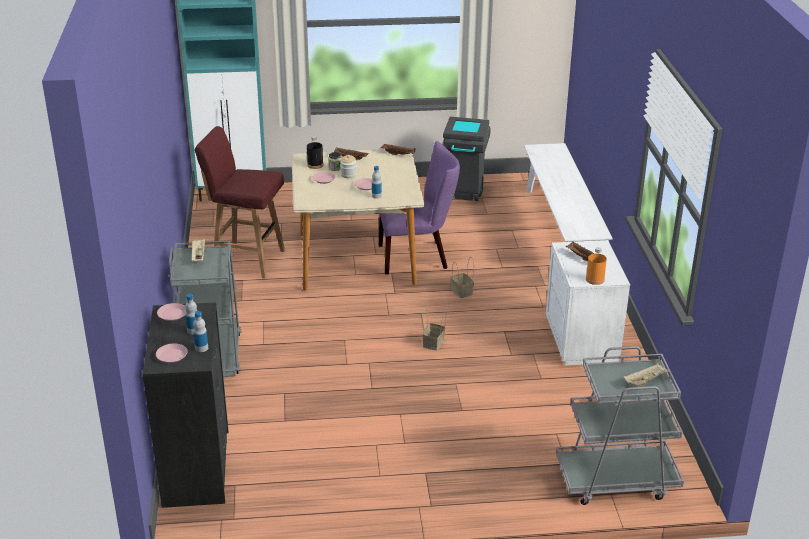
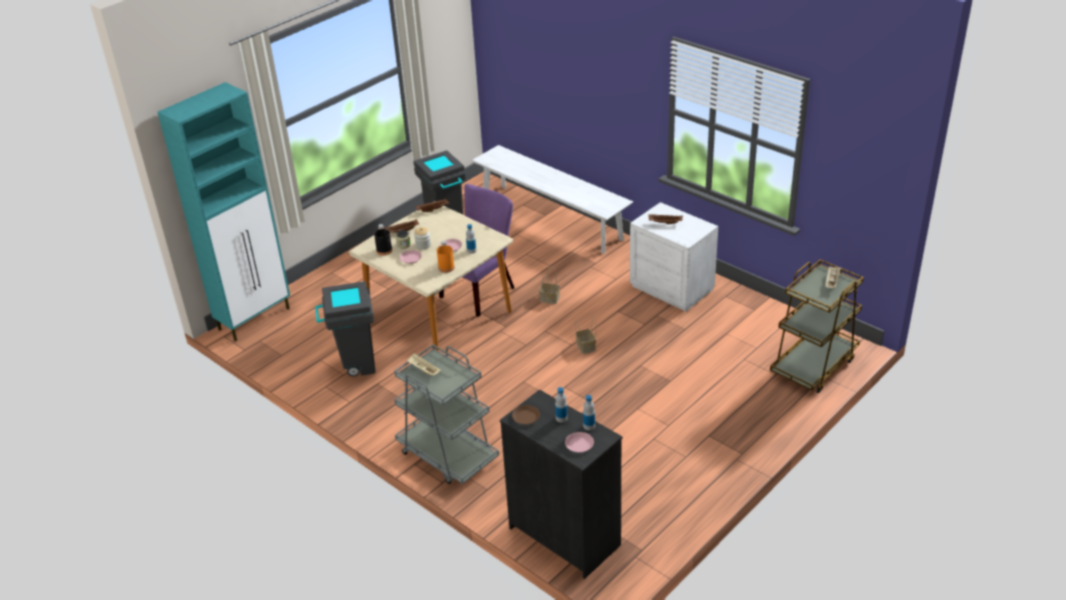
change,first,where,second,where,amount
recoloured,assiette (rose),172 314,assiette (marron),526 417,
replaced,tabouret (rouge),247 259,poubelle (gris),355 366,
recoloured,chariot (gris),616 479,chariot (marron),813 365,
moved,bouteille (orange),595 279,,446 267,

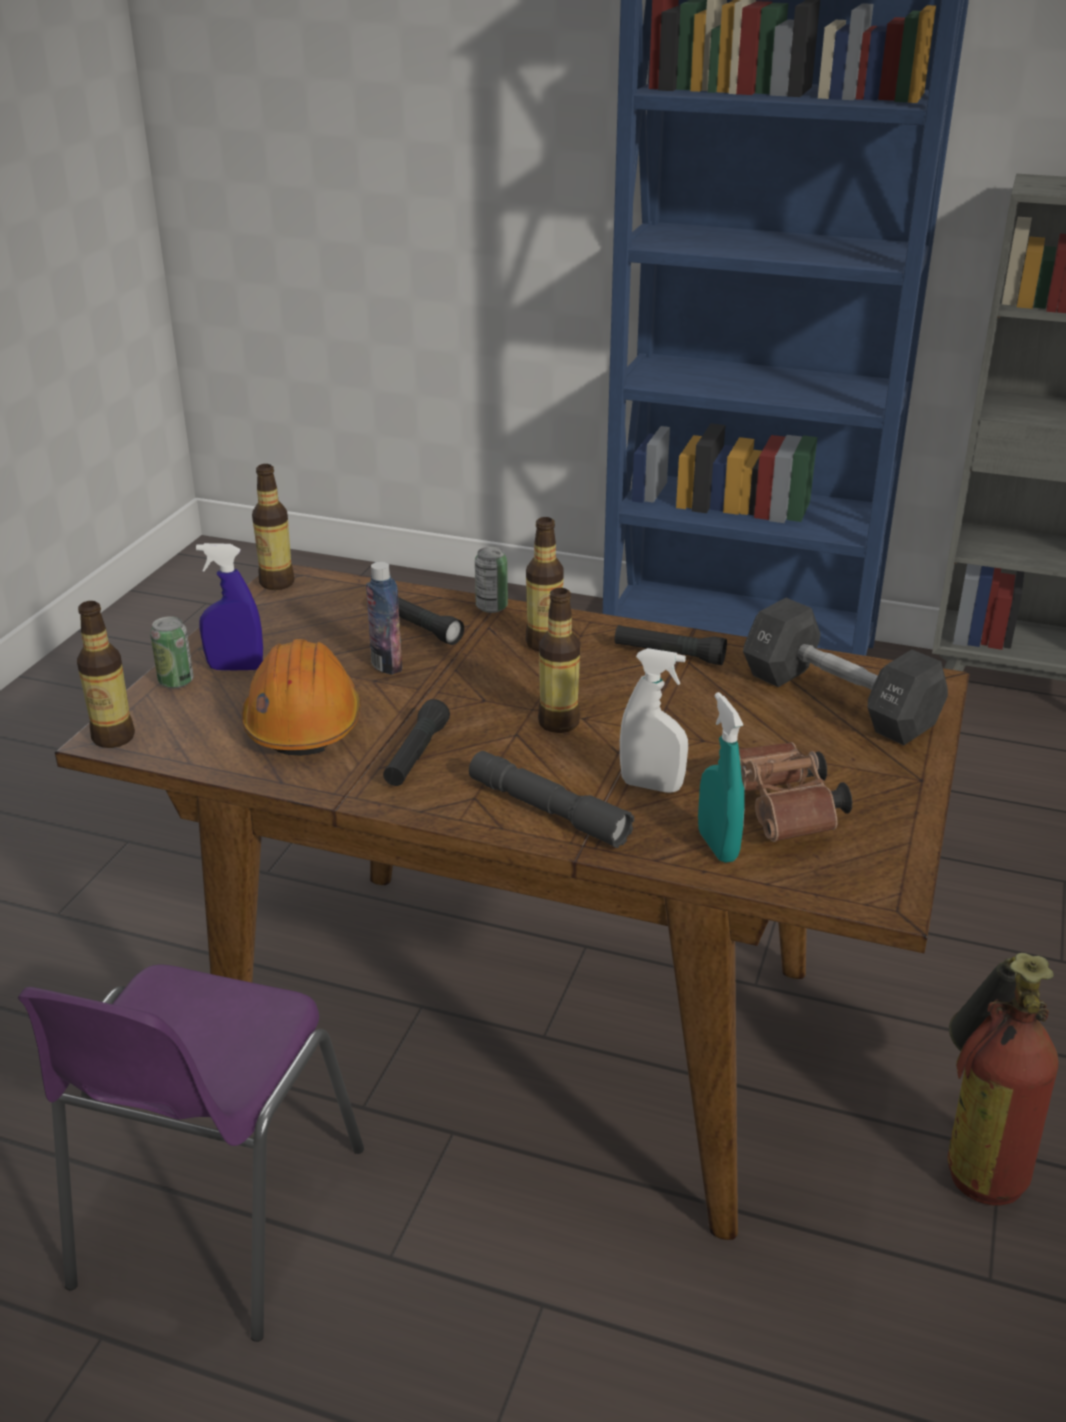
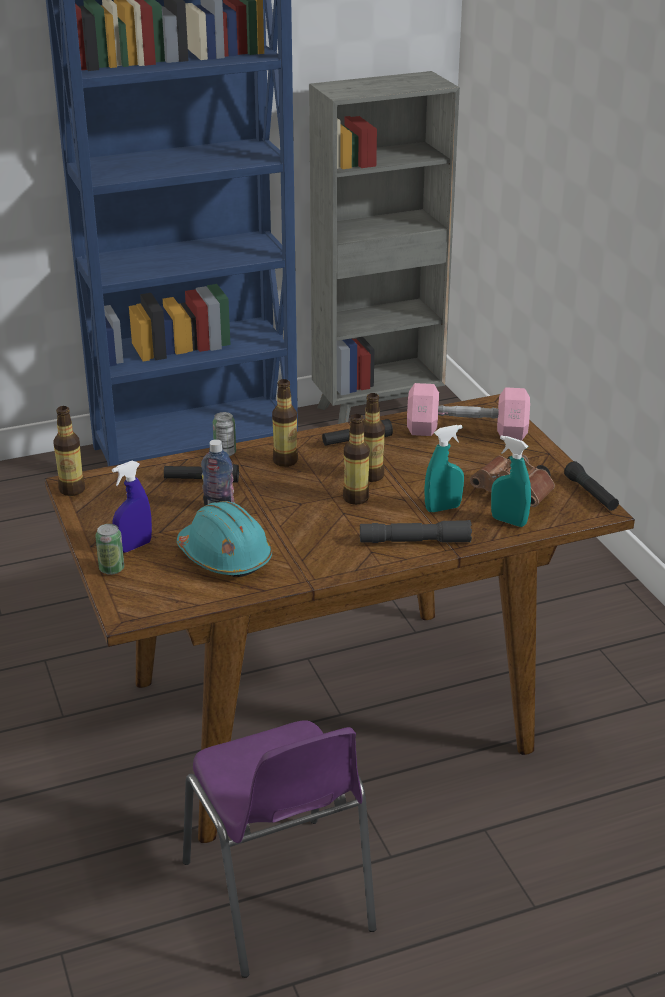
change,first,where,second,where,amount
moved,bouteille,113 737,,371 476,
recoloured,casque de chantier (orange),304 723,casque de chantier (turquoise),225 557,
moved,lampe de poche (noir),416 755,,591 494,
recoloured,vaporisateur (blanc),651 786,vaporisateur (turquoise),443 508,
recoloured,haltère (noir),838 701,haltère (rose),466 431,
removed,extincteur,977 1151,,,

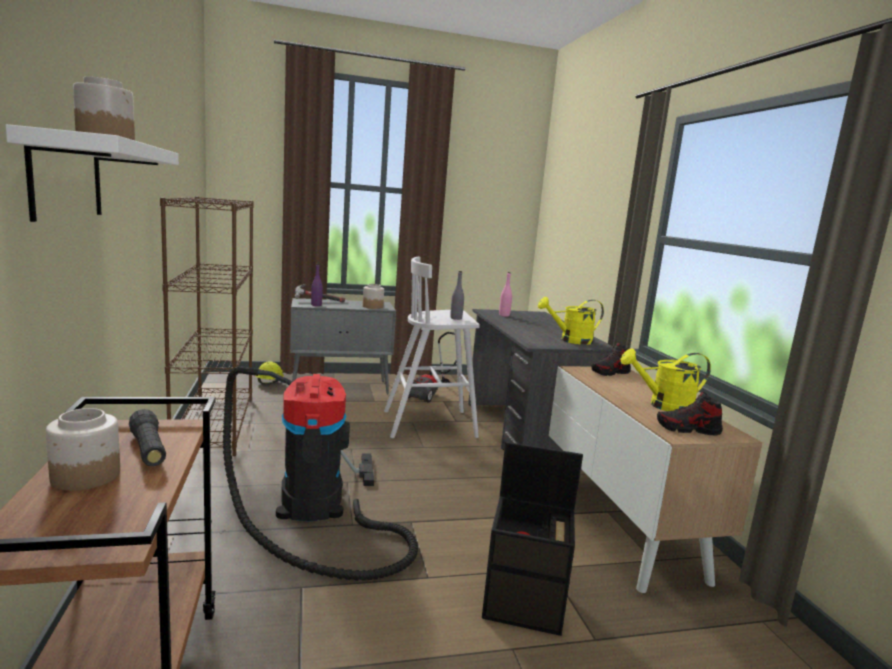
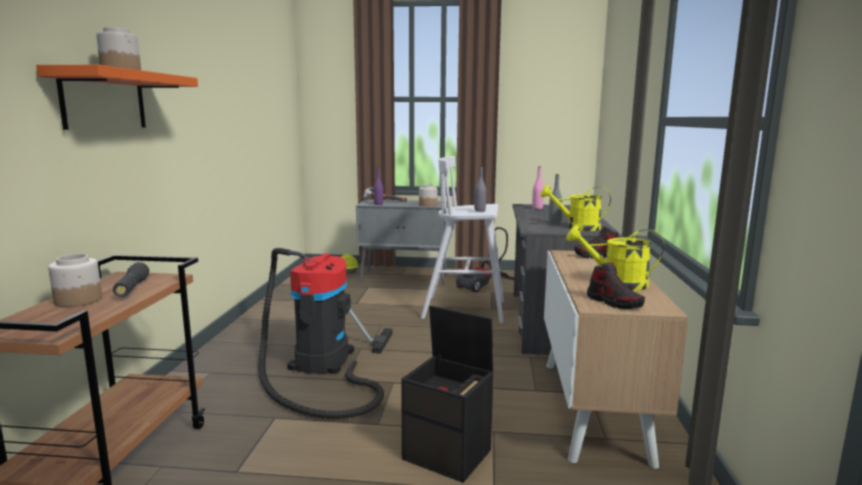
change,first,where,second,where,amount
recoloured,étagère (blanc),66 177,étagère (orange),104 100,
removed,bibliothèque (marron),214 424,,,
turned,chaussure,688 429,,614 302,150 degrees counterclockwise
added,,,bouteille (gris),554 223,

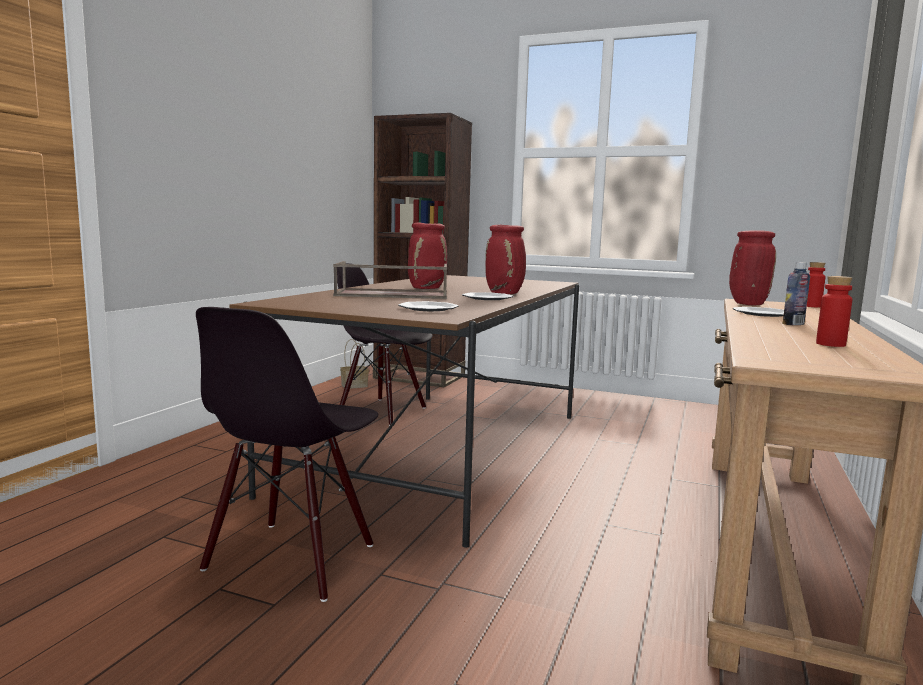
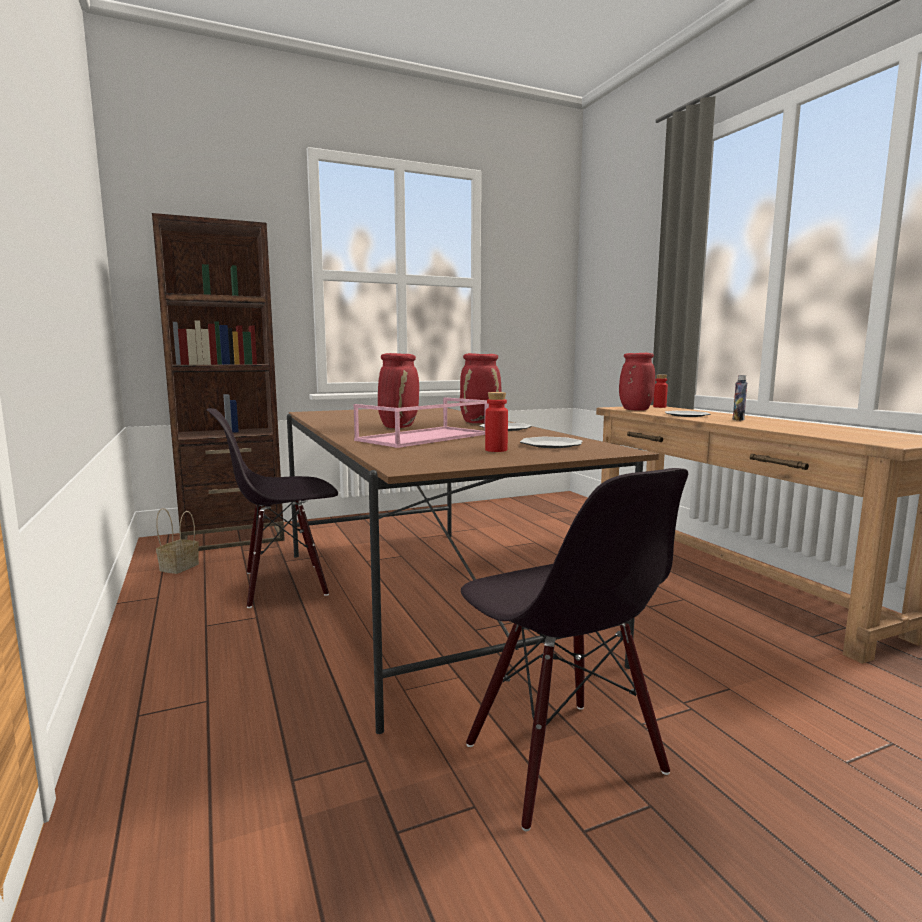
change,first,where,second,where,amount
recoloured,plateau (marron),391 294,plateau (rose),424 437,
moved,bouteille (rouge),830 344,,496 450,

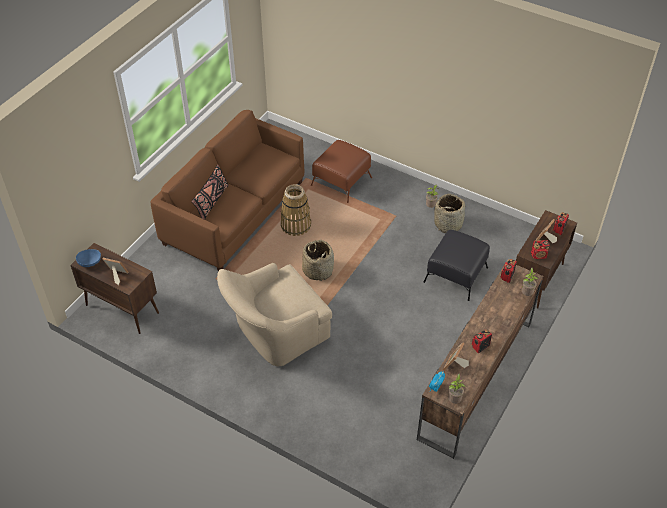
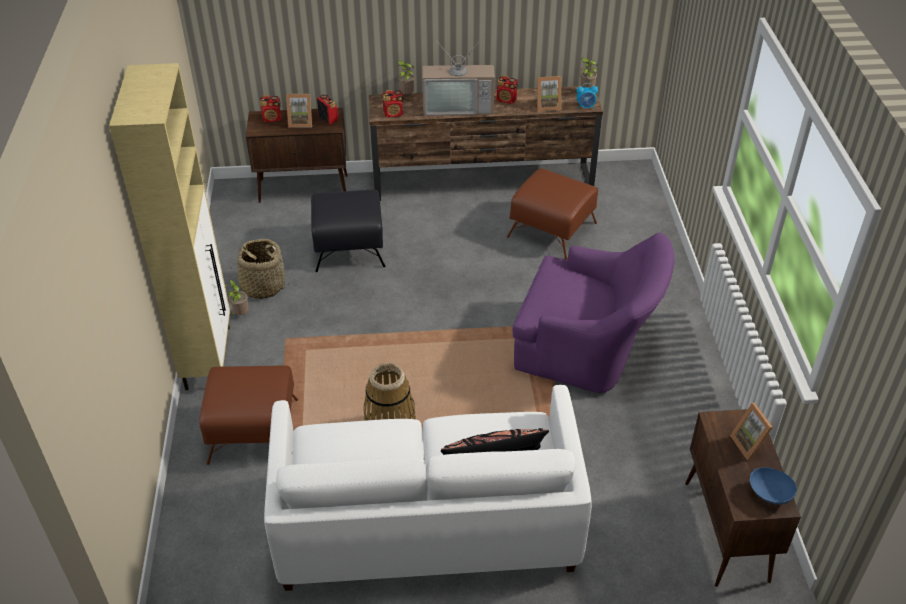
change,first,where,second,where,amount
recoloured,canapé (marron),234 212,canapé (blanc),426 522,
recoloured,fauteuil (beige),275 333,fauteuil (violet),588 349,
removed,panier,318 270,,,
added,,,meuble de rangement (beige),208 356,
added,,,téléviseur,458 106,
added,,,pouf (marron),552 230,

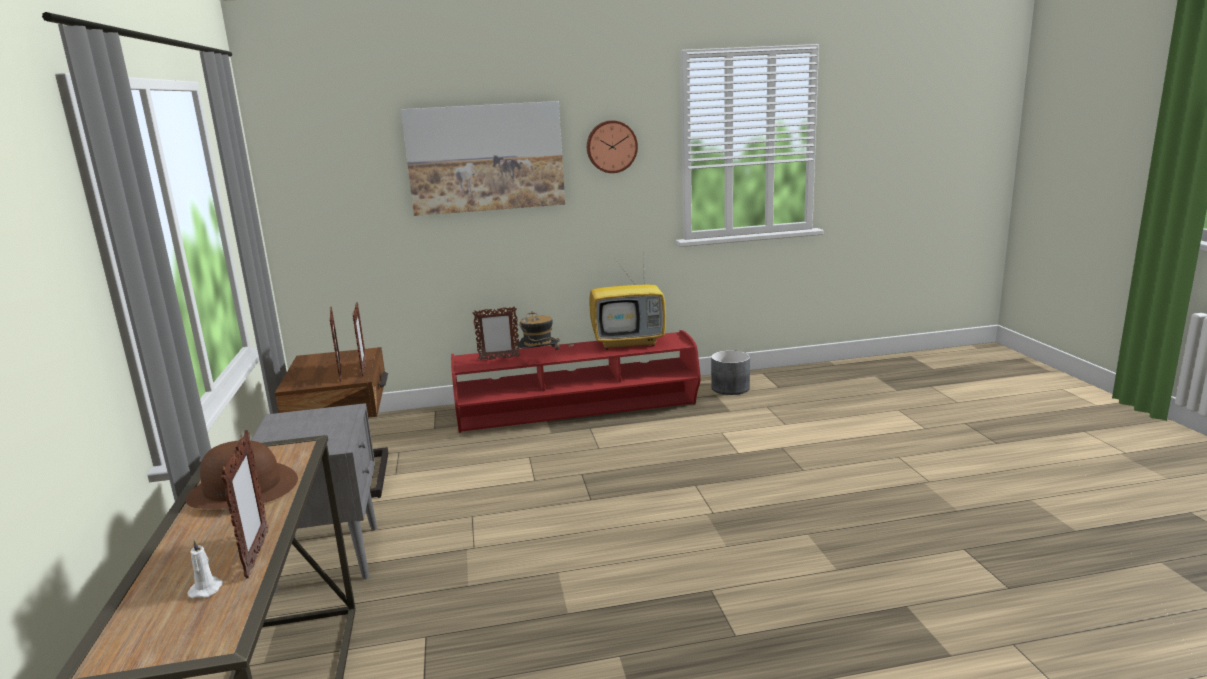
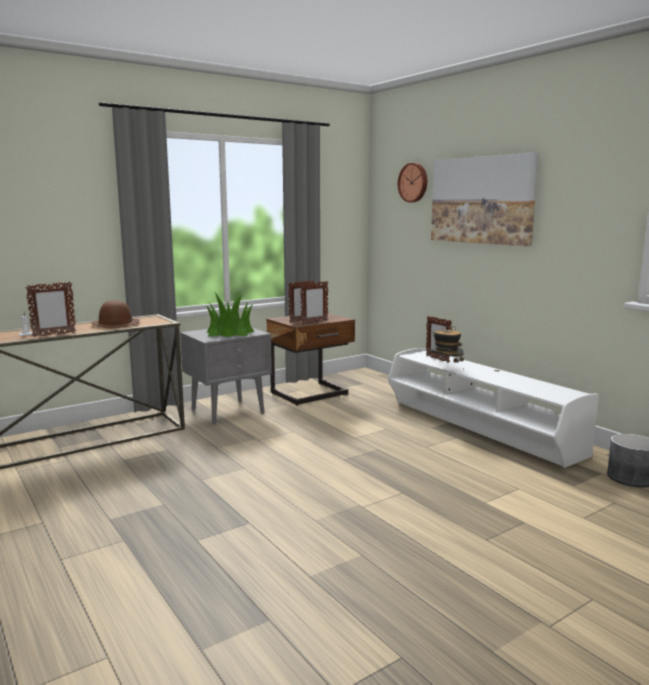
change,first,where,second,where,amount
recoloured,meuble télé (rouge),578 412,meuble télé (blanc),478 428,
moved,horloge murale,611 146,,413 182,
removed,téléviseur,629 342,,,
added,,,plante en pot,229 332,

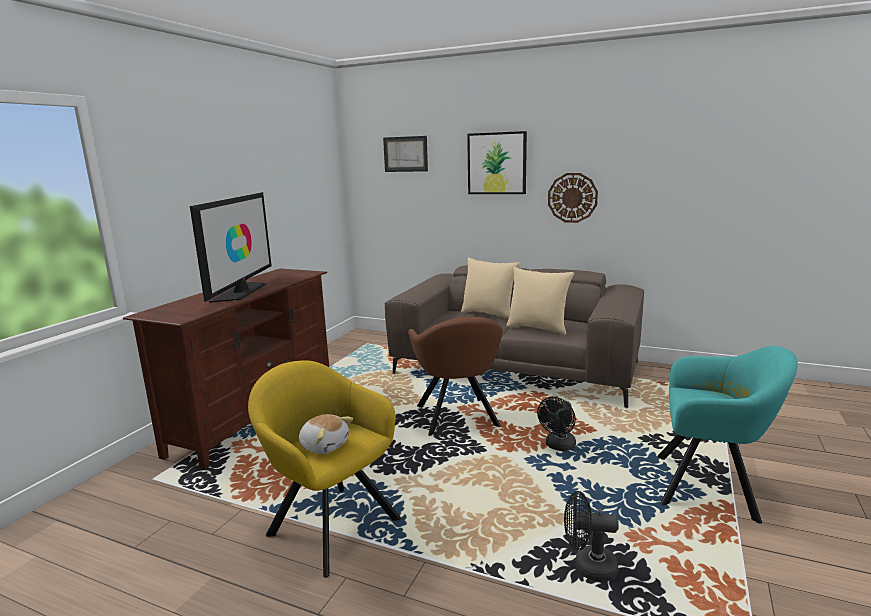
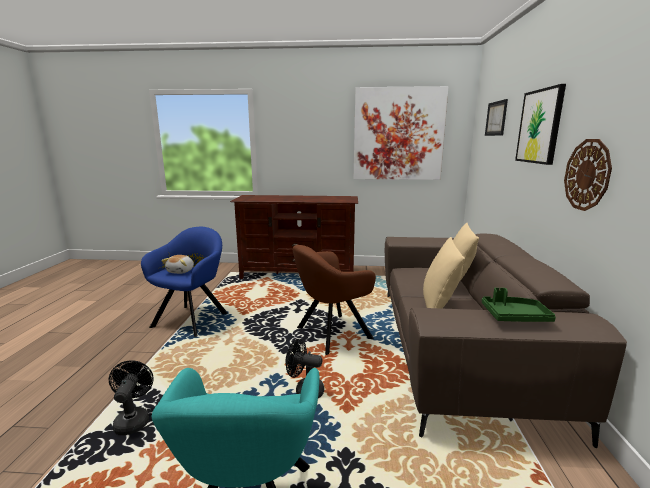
change,first,where,second,where,amount
removed,téléviseur,241 291,,,
recoloured,fauteuil (jaune),330 523,fauteuil (bleu),193 318,
added,,,tableau,398 134,
added,,,plateau (vert),514 316,

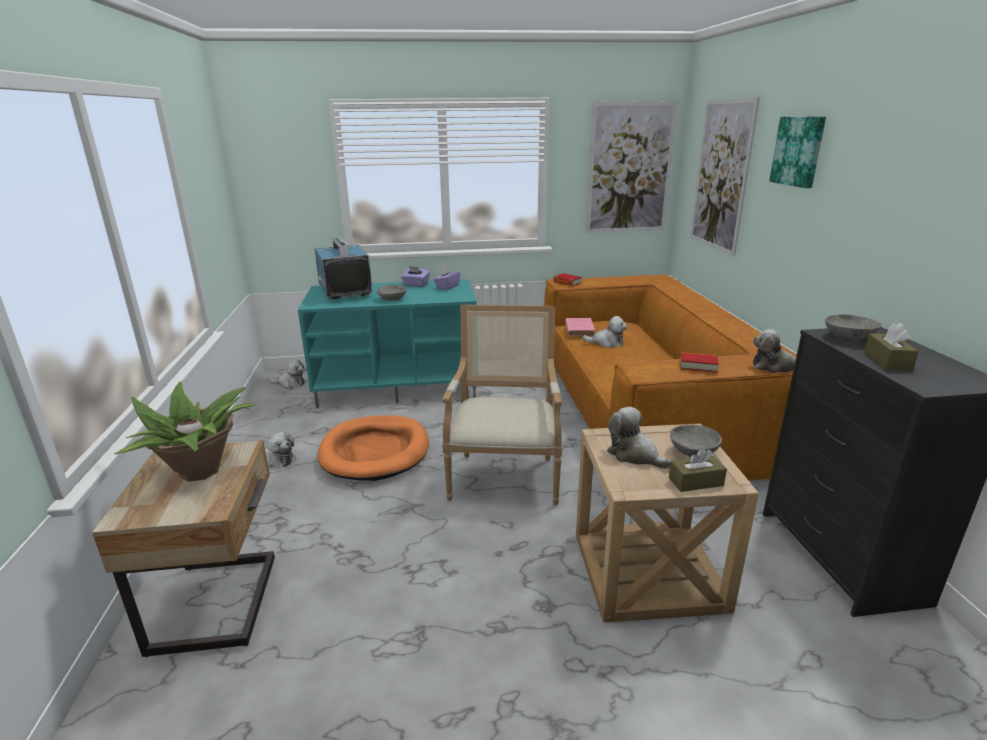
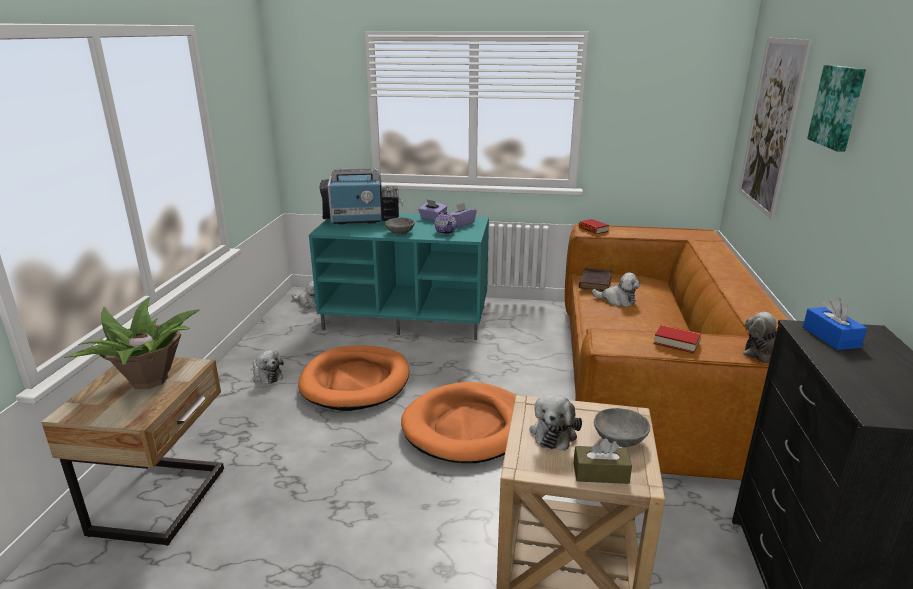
change,first,where,second,where,amount
turned,téléviseur,345 291,,362 219,90 degrees clockwise
replaced,fauteuil,505 475,panier pour chien (orange),468 427,
recoloured,livre (rose),579 329,livre (marron),595 282,
removed,tableau,629 168,,,
turned,peluche,635 455,,554 432,135 degrees counterclockwise
replaced,bol (gris),849 338,boîte à mouchoirs (bleu),831 337,
removed,boîte à mouchoirs (marron),887 360,,,
added,,,théière,445 232,

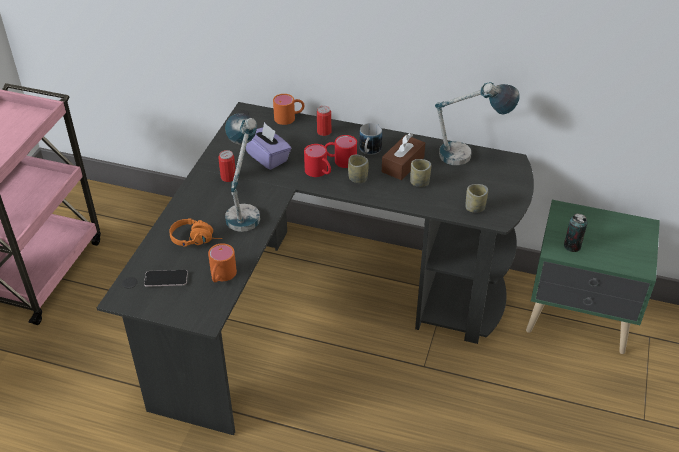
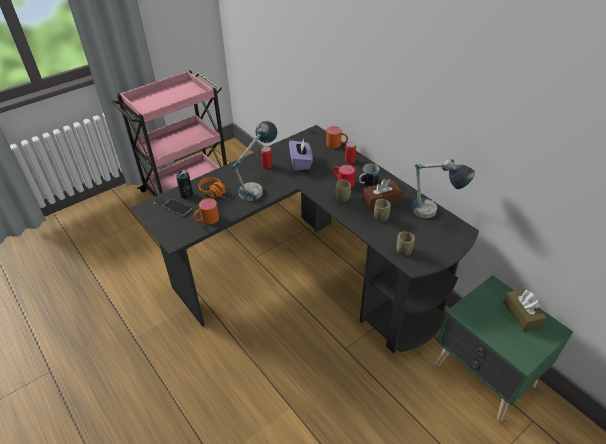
change,first,where,second,where,amount
removed,mug (rouge),319 172,,,
moved,boîte métallique,572 246,,186 195,
added,,,boîte à mouchoirs (marron),521 314,

